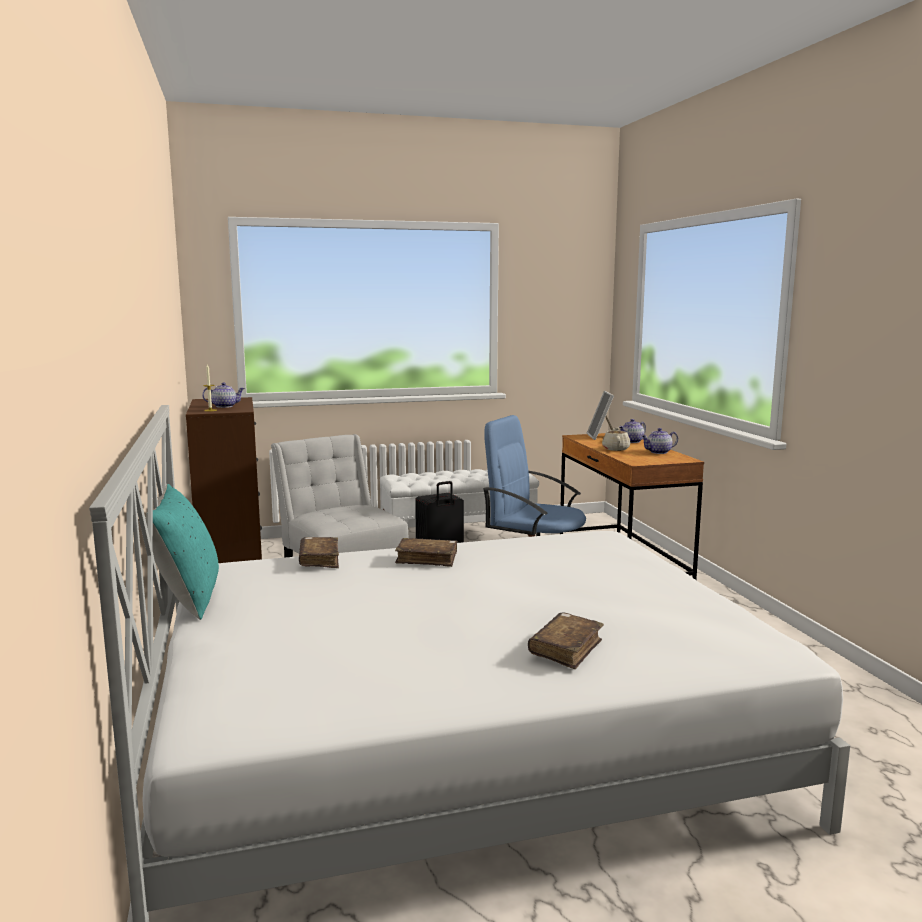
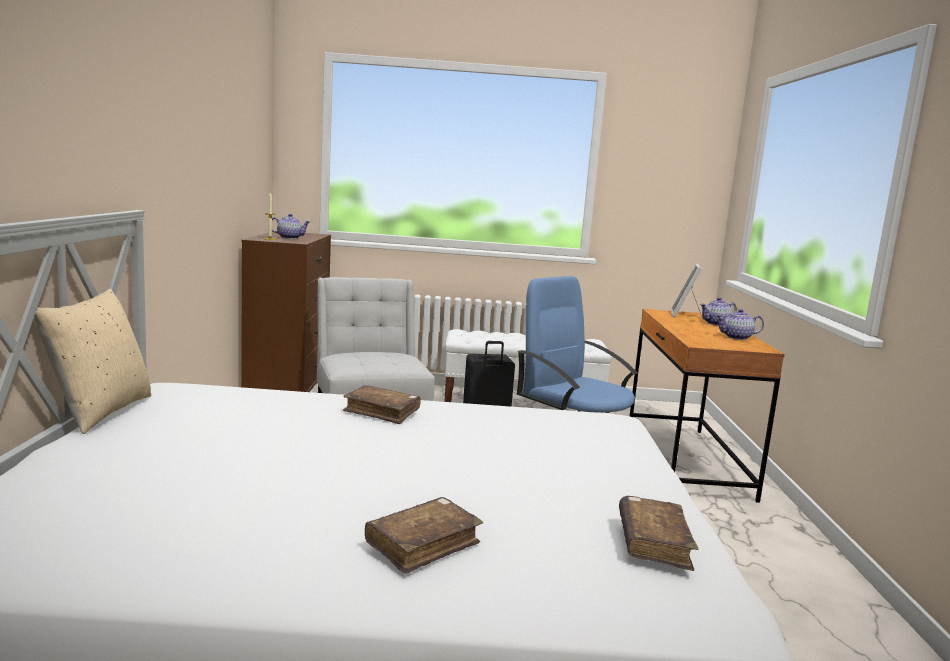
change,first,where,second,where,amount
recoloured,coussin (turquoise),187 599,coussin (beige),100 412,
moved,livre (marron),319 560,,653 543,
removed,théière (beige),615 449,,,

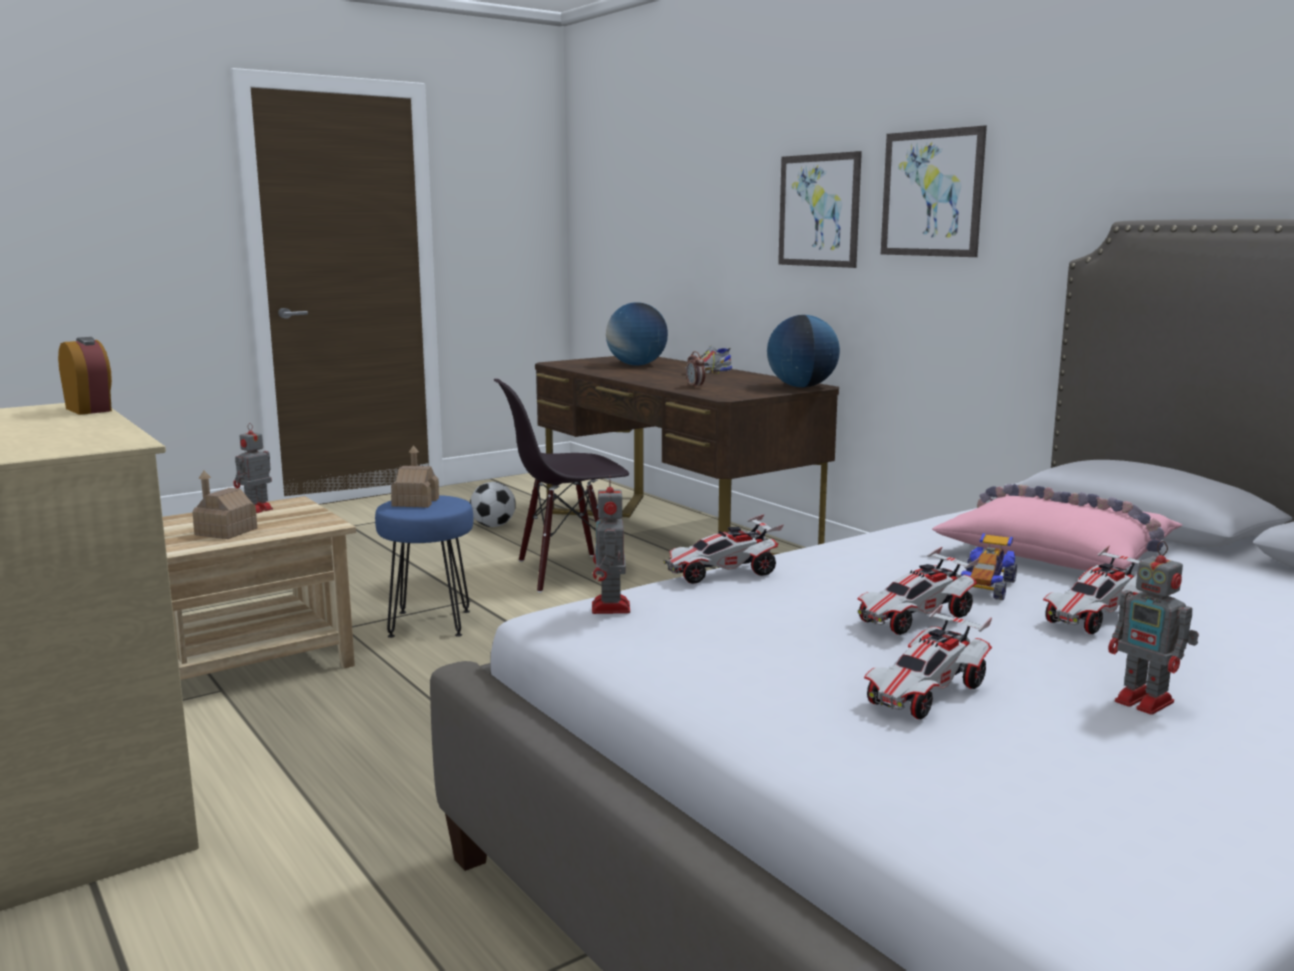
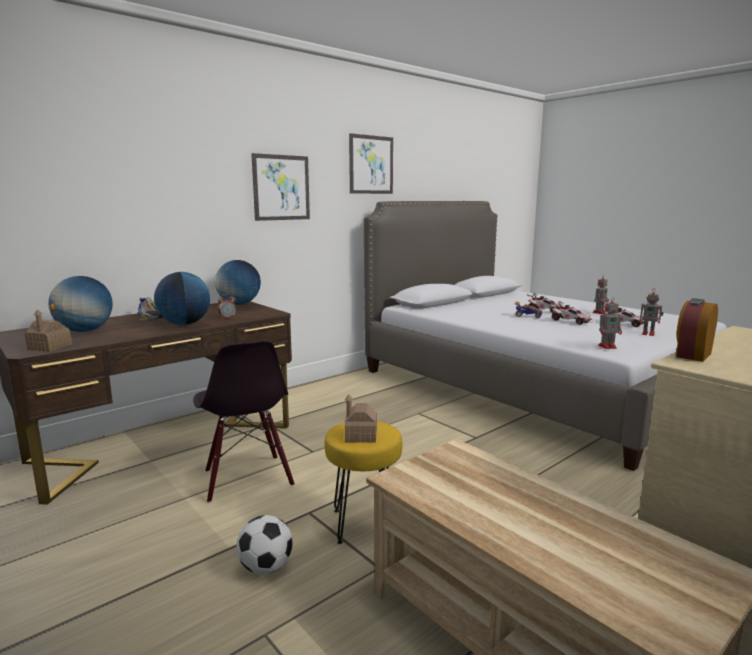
change,first,where,second,where,amount
moved,maison miniature,226 532,,50 347,
moved,robot jouet,256 509,,649 334,
recoloured,tabouret (bleu),431 623,tabouret (jaune),363 523,
moved,ballon de foot,493 526,,266 567,
removed,petite voiture,722 573,,,
moved,tableau,818 210,,371 165,
removed,coussin (rose),1059 551,,,
added,,,globe,184 324,

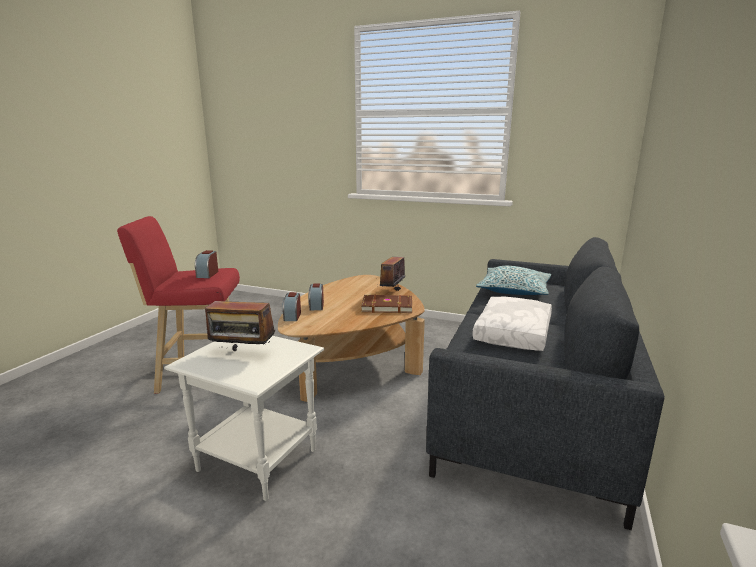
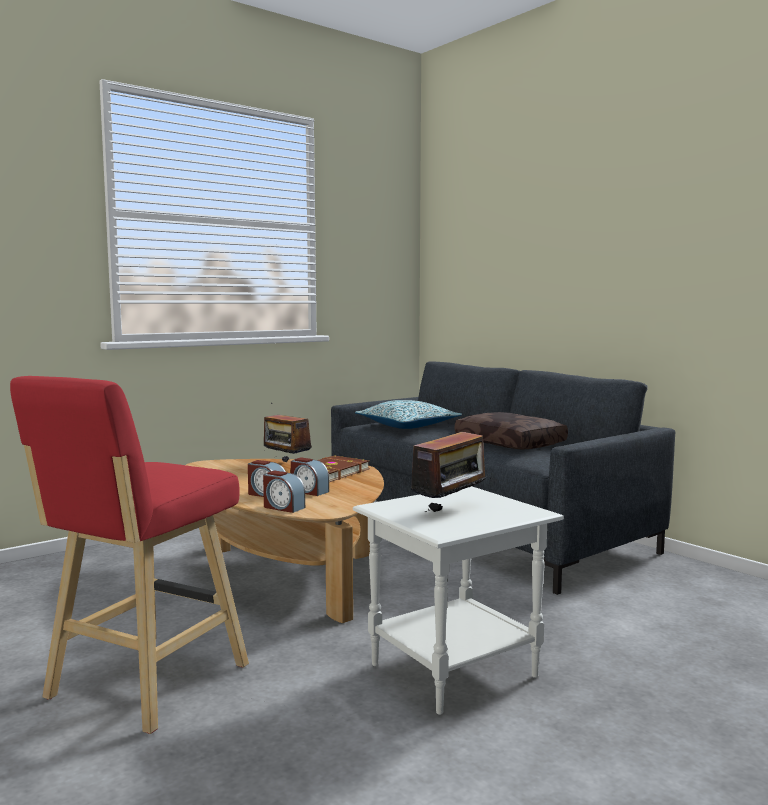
change,first,where,second,where,amount
moved,réveil,207 274,,309 491,
recoloured,coussin (blanc),514 333,coussin (marron),511 443,

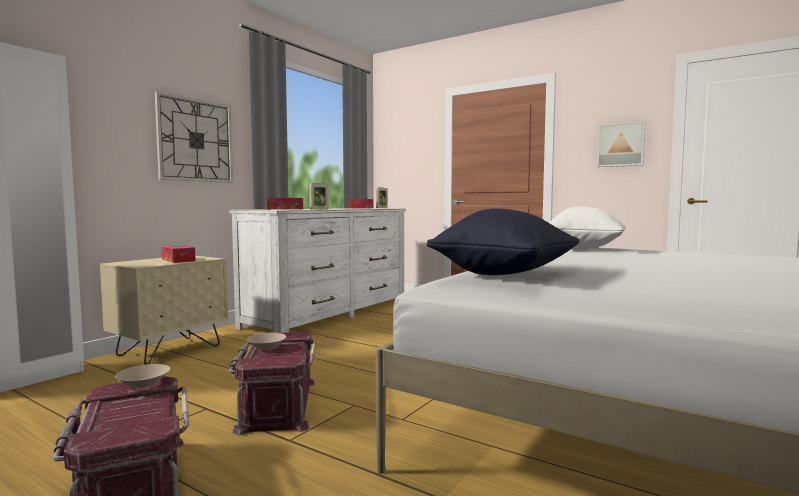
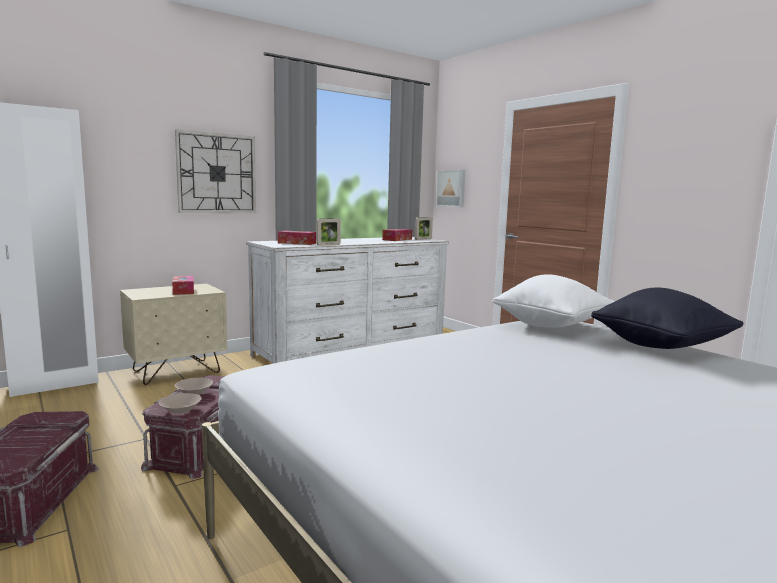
change,first,where,second,where,amount
moved,bol (beige),143 384,,180 410,
moved,coussin (noir),504 274,,661 347,
moved,tableau,621 145,,451 188,

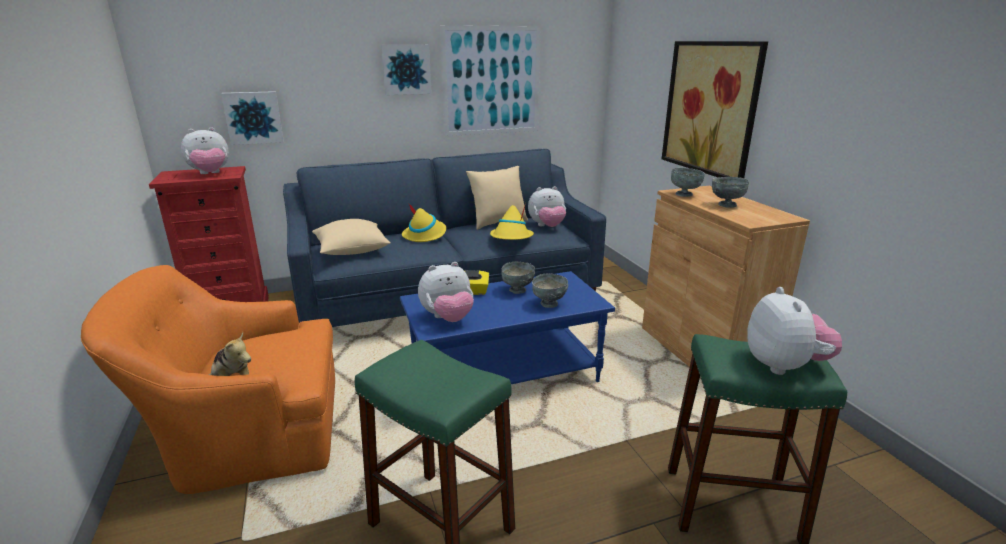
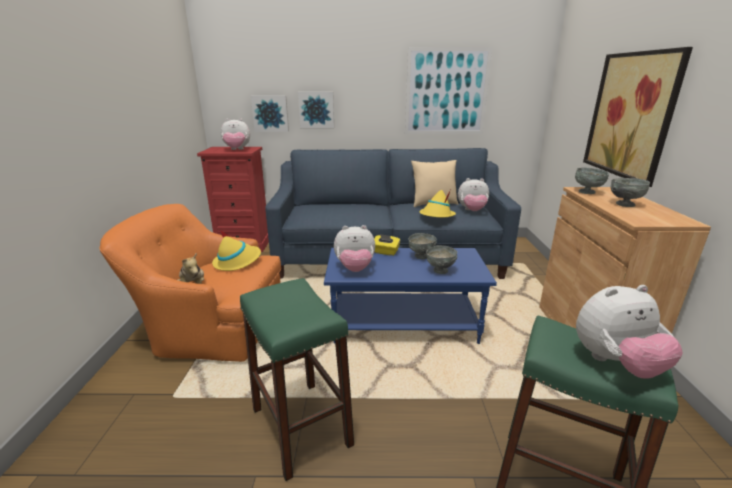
change,first,where,second,where,amount
removed,coussin (beige),351 251,,,
moved,tableau,406 69,,316 110,
moved,chapeau (jaune),425 235,,237 261,
turned,peluche,784 366,,615 363,60 degrees clockwise

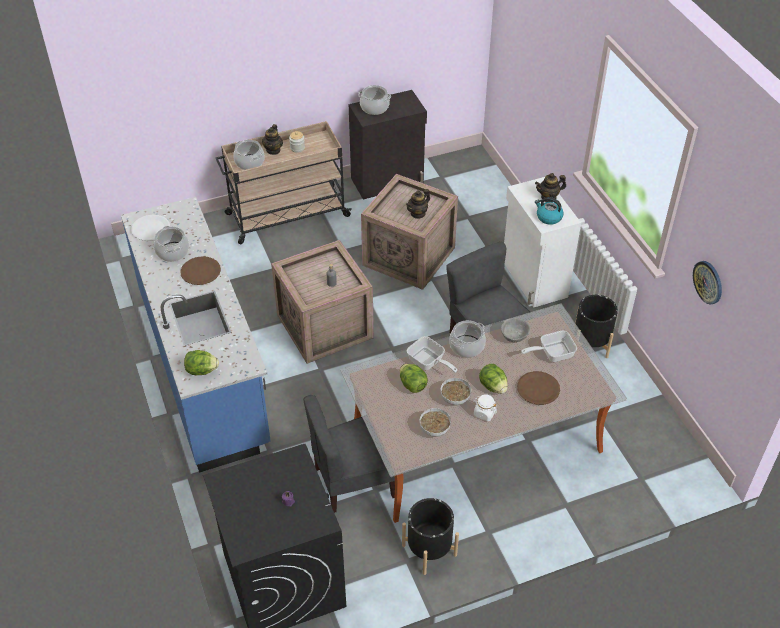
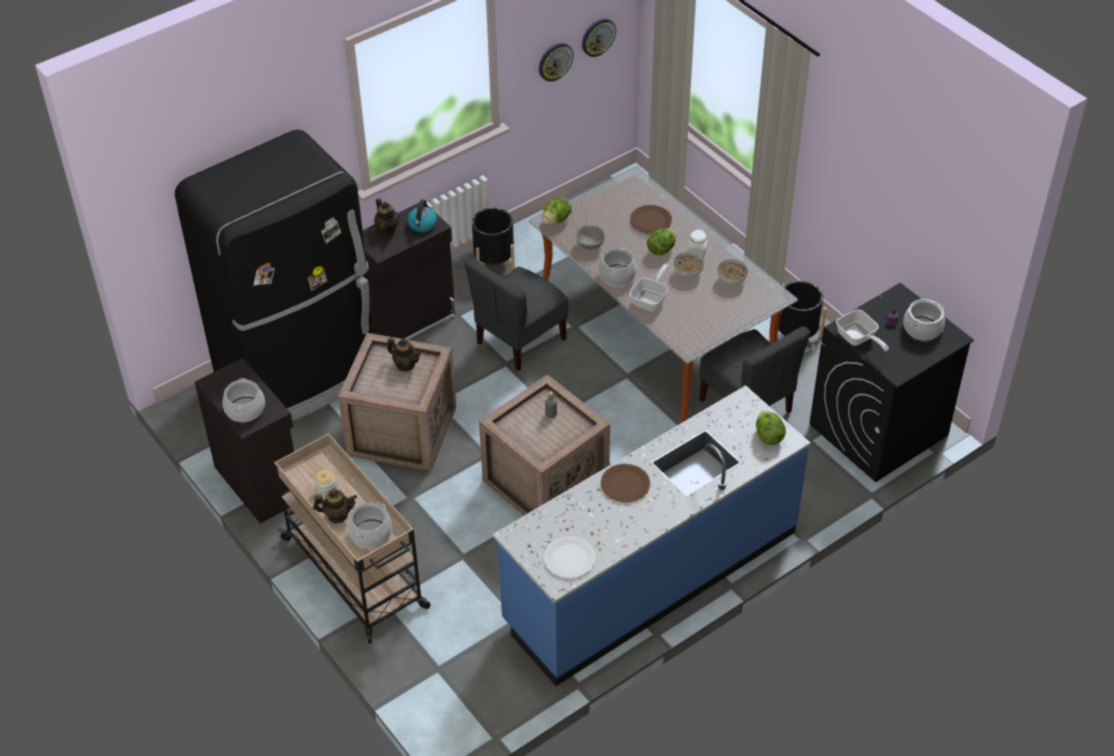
change,first,where,second,where,amount
moved,marmite,173 252,,922 328,
moved,laitue,412 385,,556 220,
recoloured,meuble de rangement (blanc),533 279,meuble de rangement (noir),409 317,
moved,poêle,552 353,,858 339,
added,,,réfrigérateur (noir),300 374,
added,,,horloge murale,598 37,

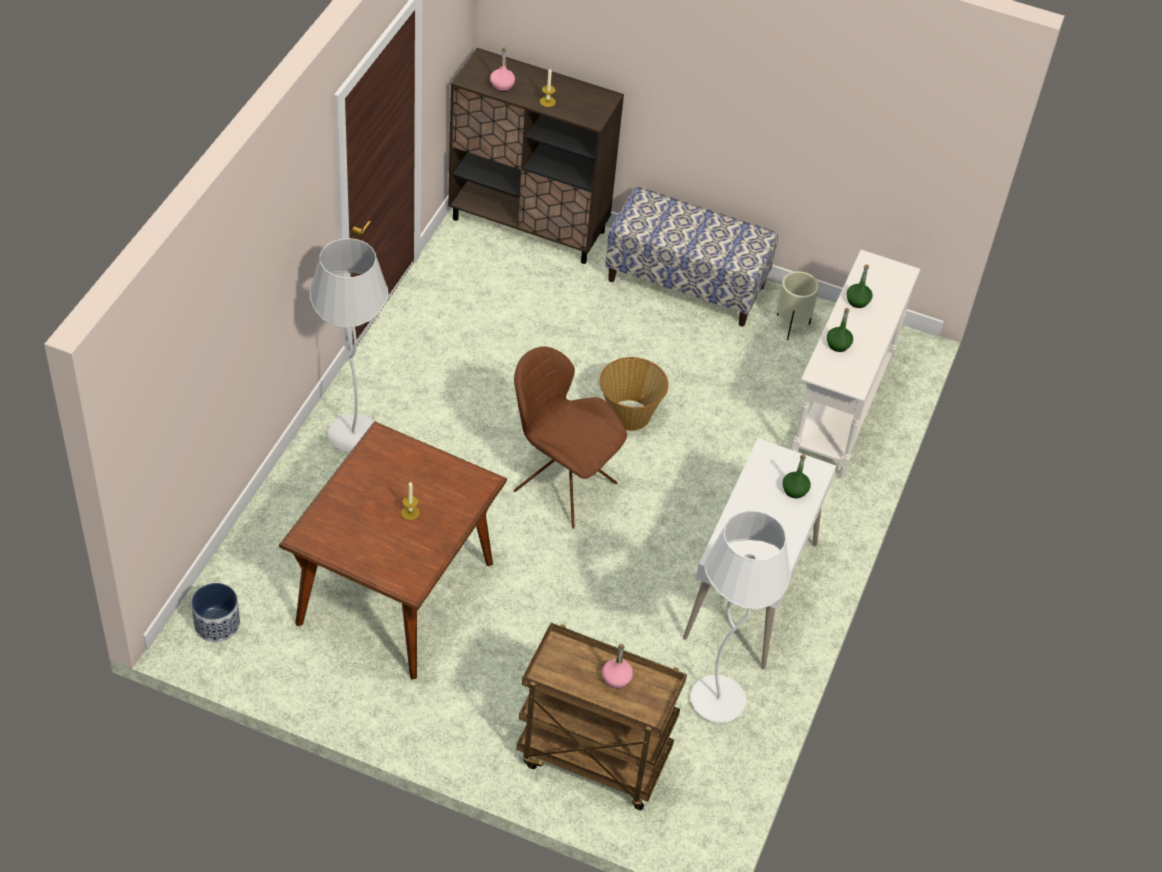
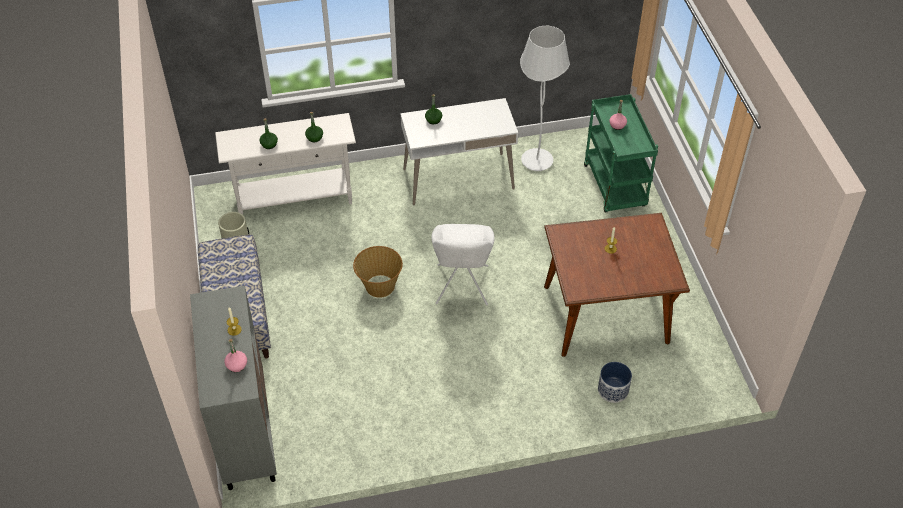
change,first,where,second,where,amount
moved,cache-pot,217 624,,613 390,
removed,lampadaire (blanc),353 436,,,
recoloured,meuble de rangement (marron),529 225,meuble de rangement (gris),245 431,
recoloured,chaise (marron),562 485,chaise (blanc),462 287,
recoloured,chariot (marron),591 759,chariot (vert),615 187,

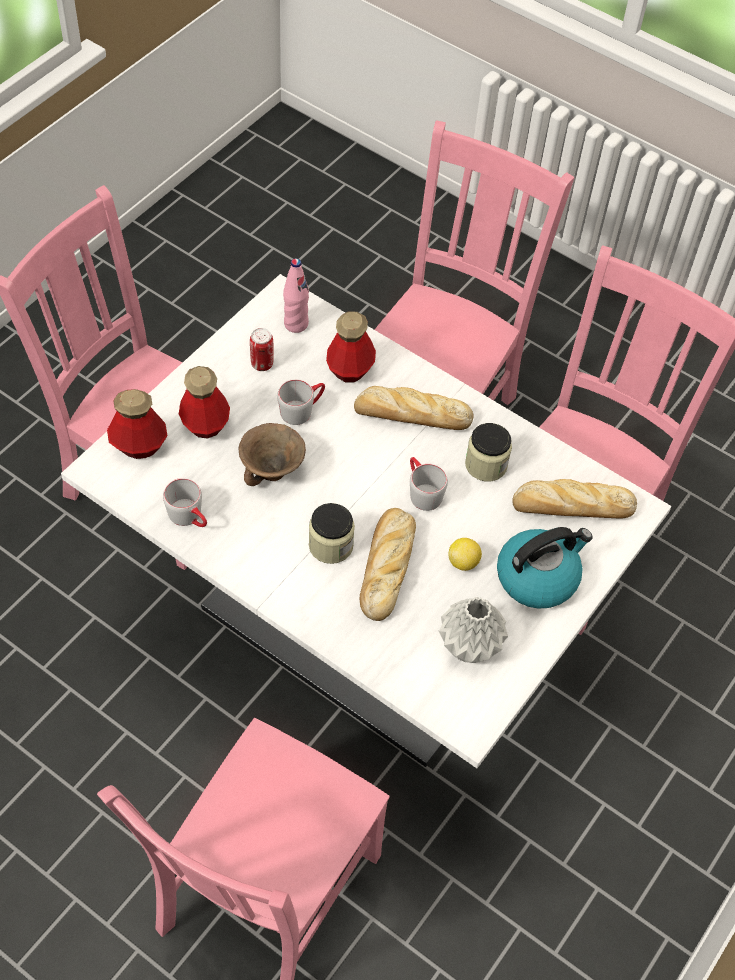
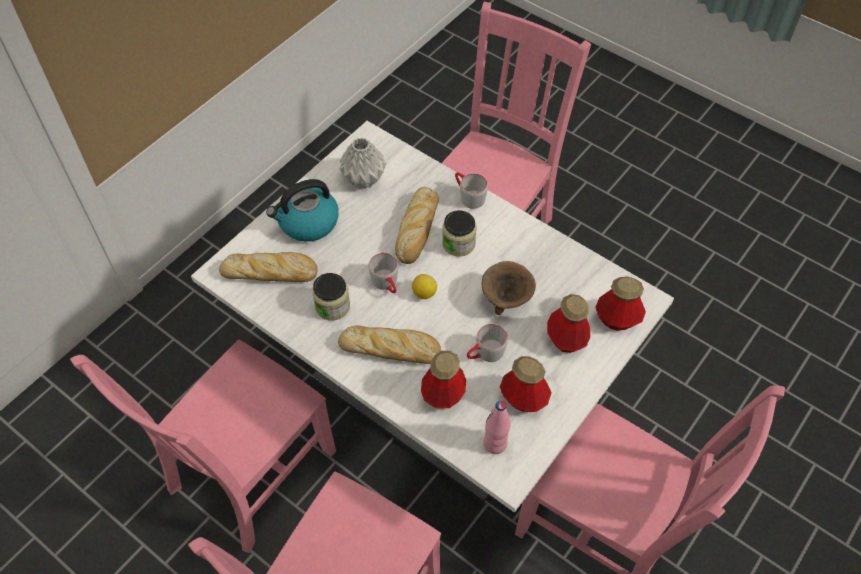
change,first,where,second,where,amount
moved,mug (gris),190 517,,468 196,
replaced,boîte métallique,262 364,bouteille,523 399,
moved,citron,463 562,,424 293,

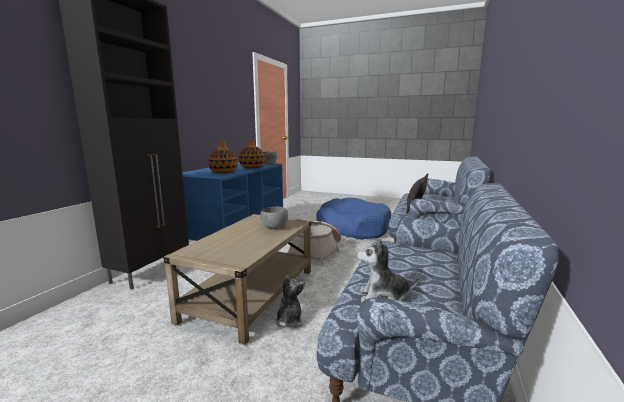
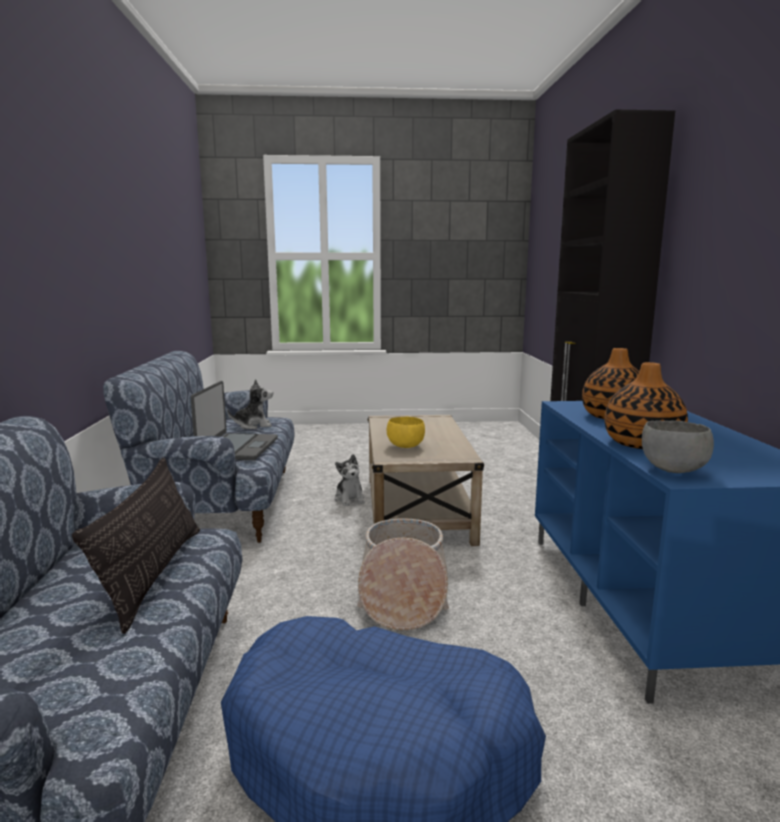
change,first,where,second,where,amount
recoloured,bol (gris),274 228,bol (jaune),405 446,
added,,,ordinateur portable,237 448,

